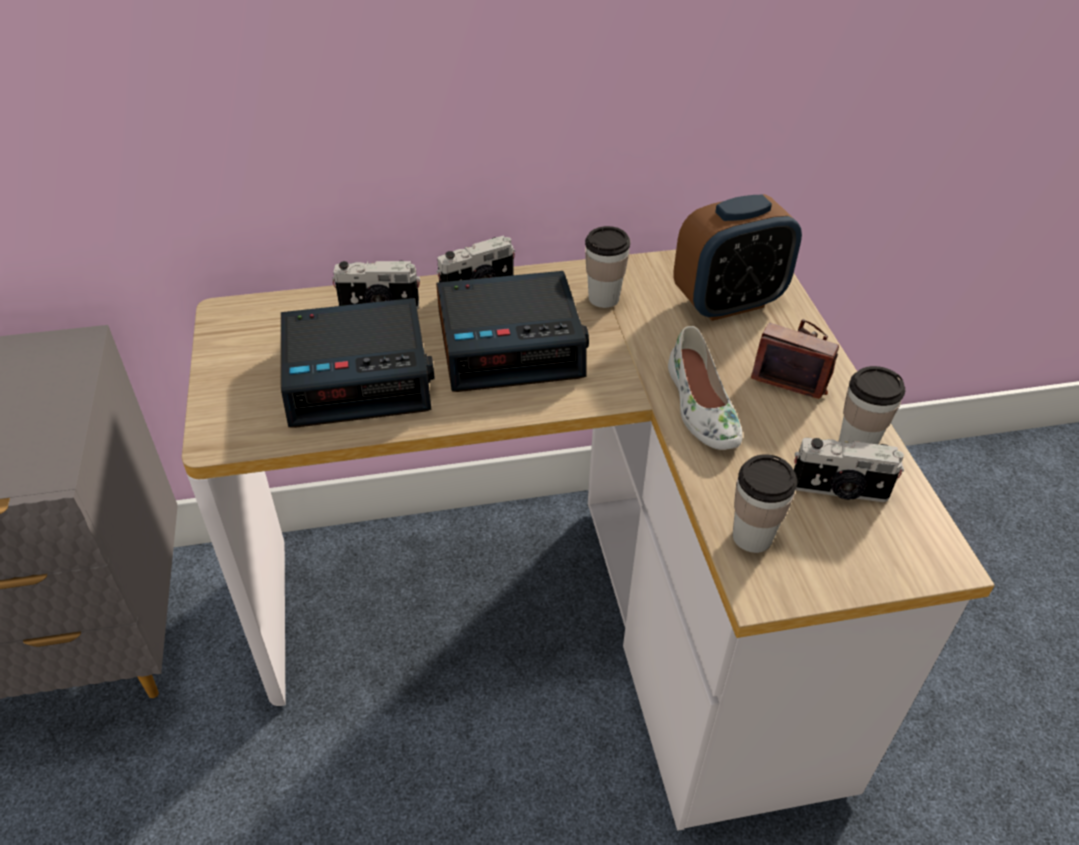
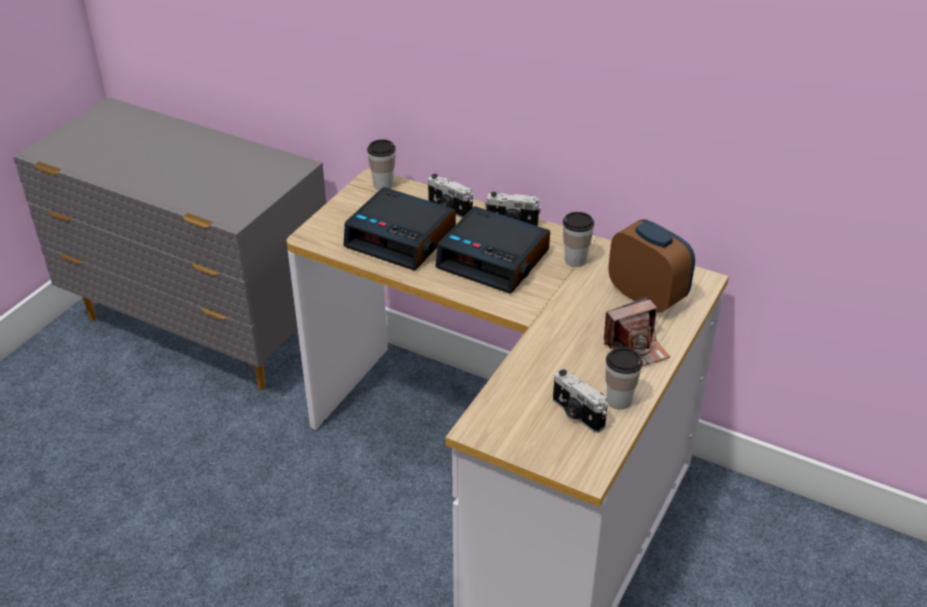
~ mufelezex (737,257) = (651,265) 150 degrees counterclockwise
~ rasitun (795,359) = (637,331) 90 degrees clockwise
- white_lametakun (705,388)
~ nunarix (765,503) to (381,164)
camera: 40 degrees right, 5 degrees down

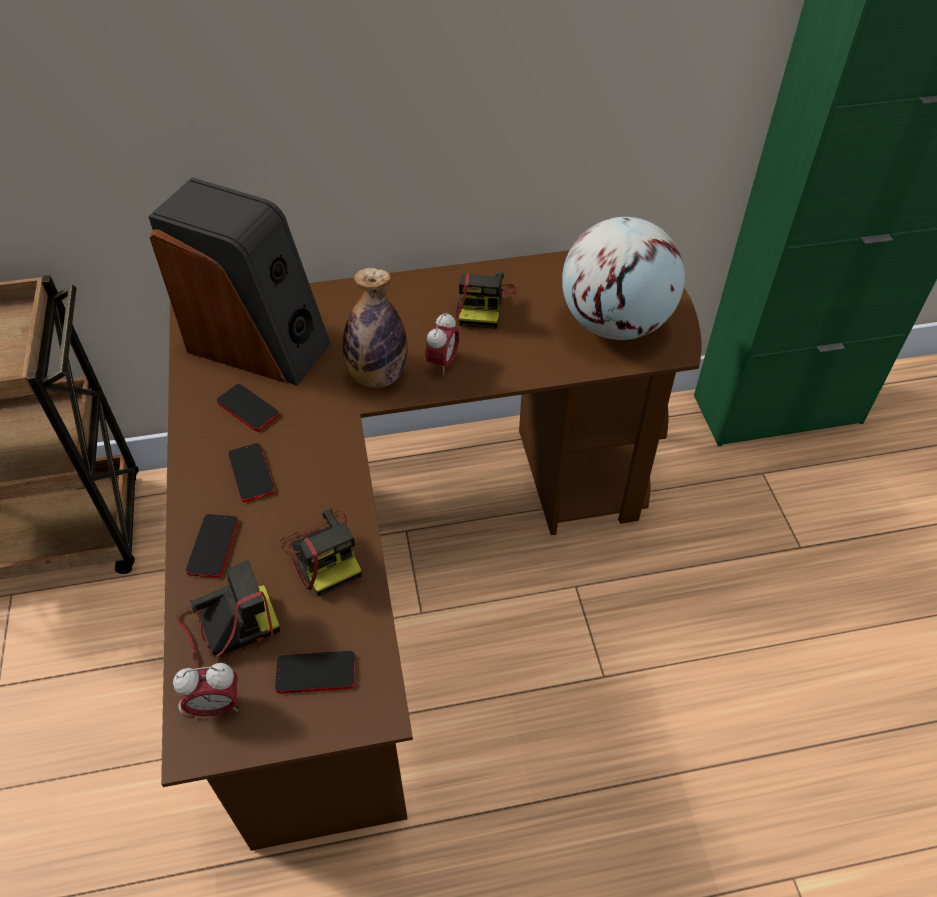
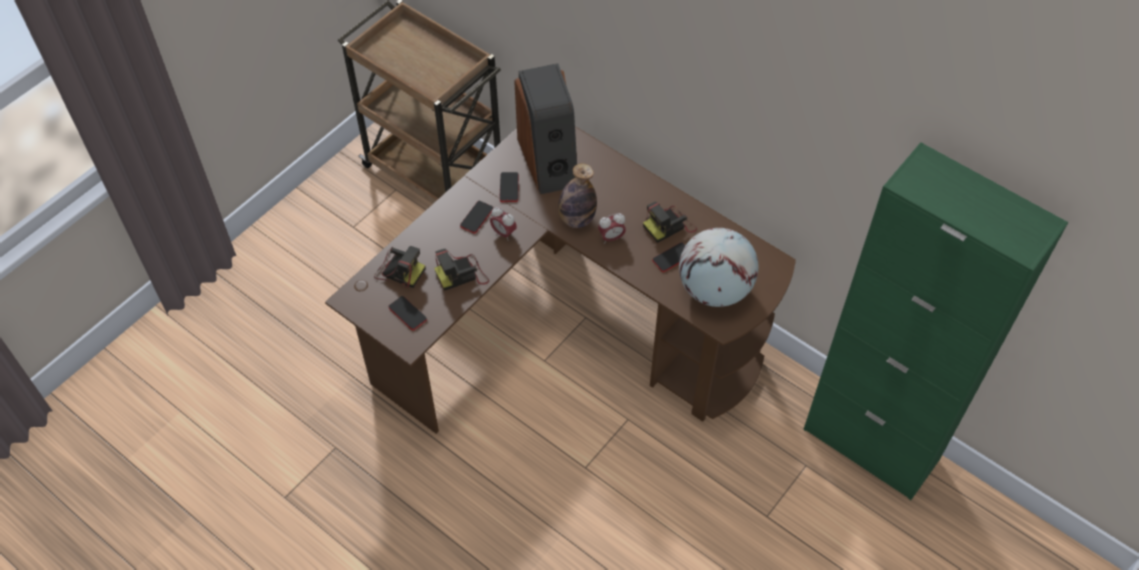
~ rasitun (320,552) = (461,270) 45 degrees clockwise
~ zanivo (212,546) to (669,257)
~ mufelezex (205,690) to (503,224)
camera: 50 degrees right, 5 degrees up

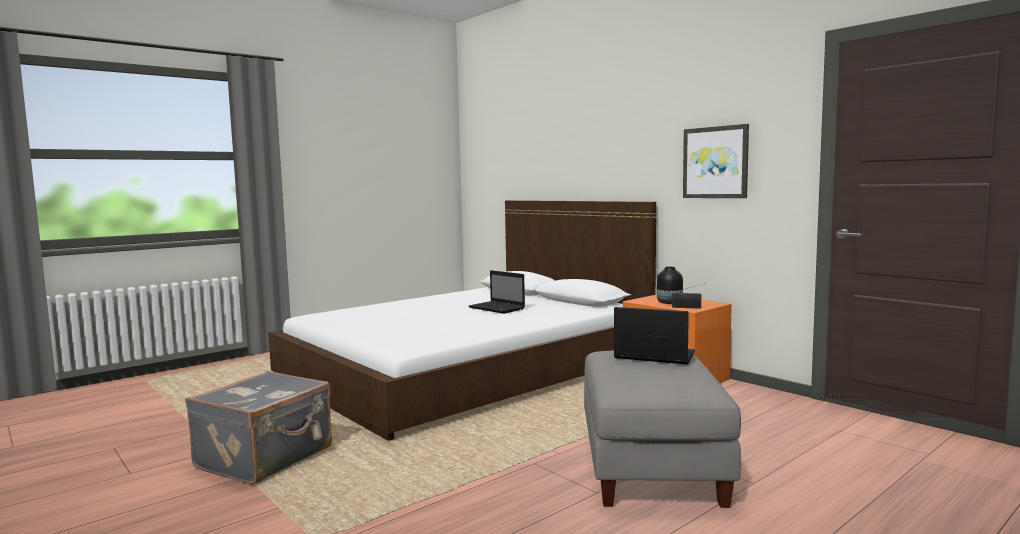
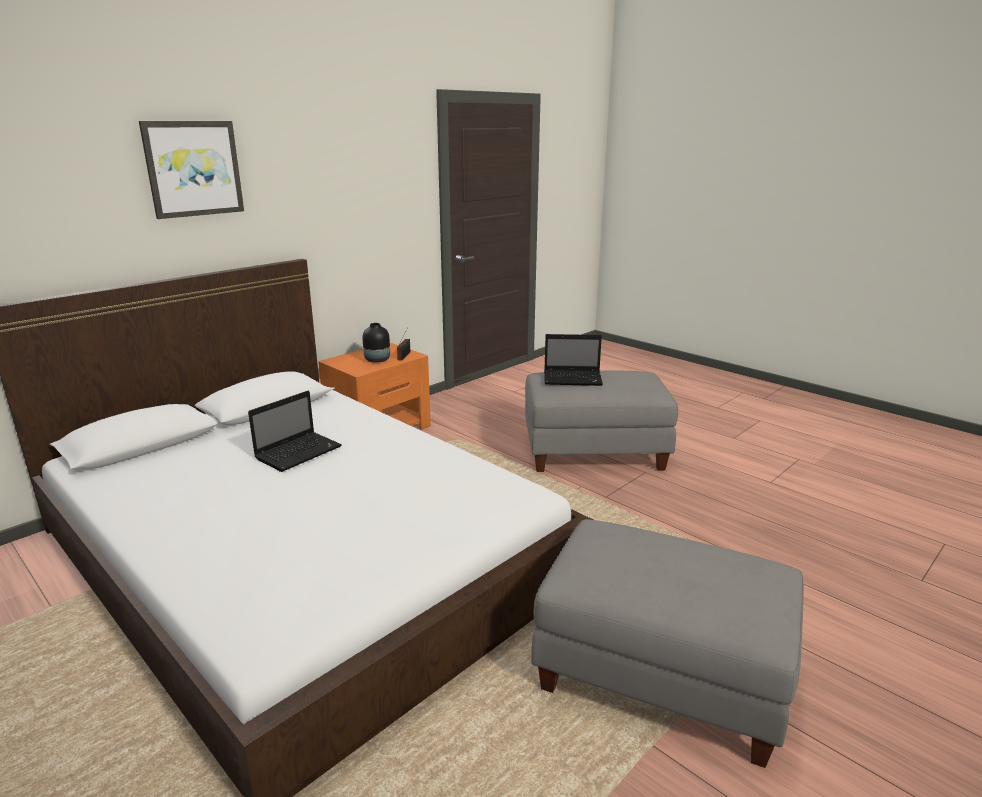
~ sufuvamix (716,161) to (191,170)
~ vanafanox (654,336) = (573,360) 105 degrees counterclockwise
~ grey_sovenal (258,428) to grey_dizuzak (667,643)
camera: 95 degrees left, 15 degrees up

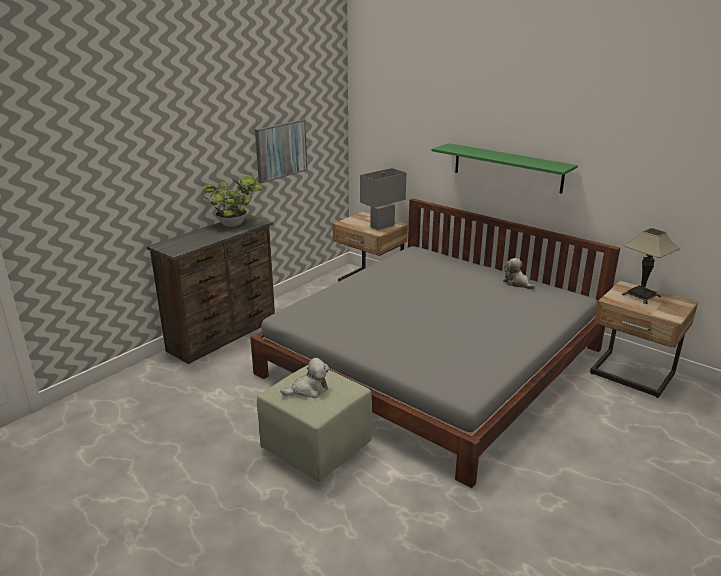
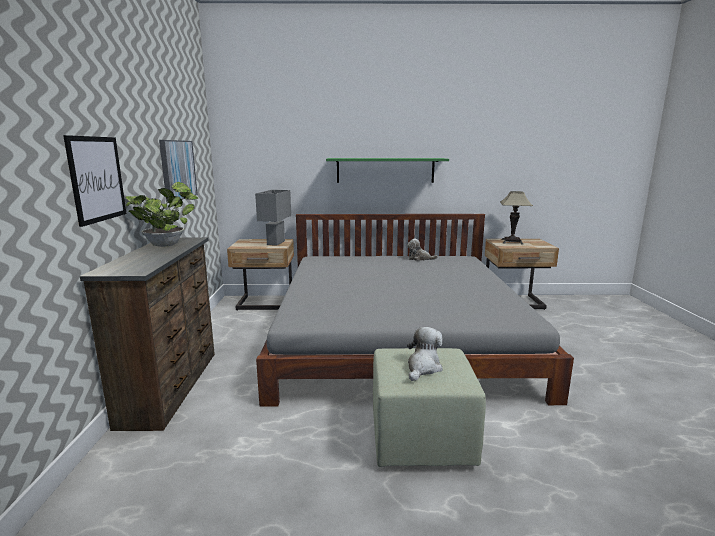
+ sufuvamix (95,181)
camera: 40 degrees left, 10 degrees down

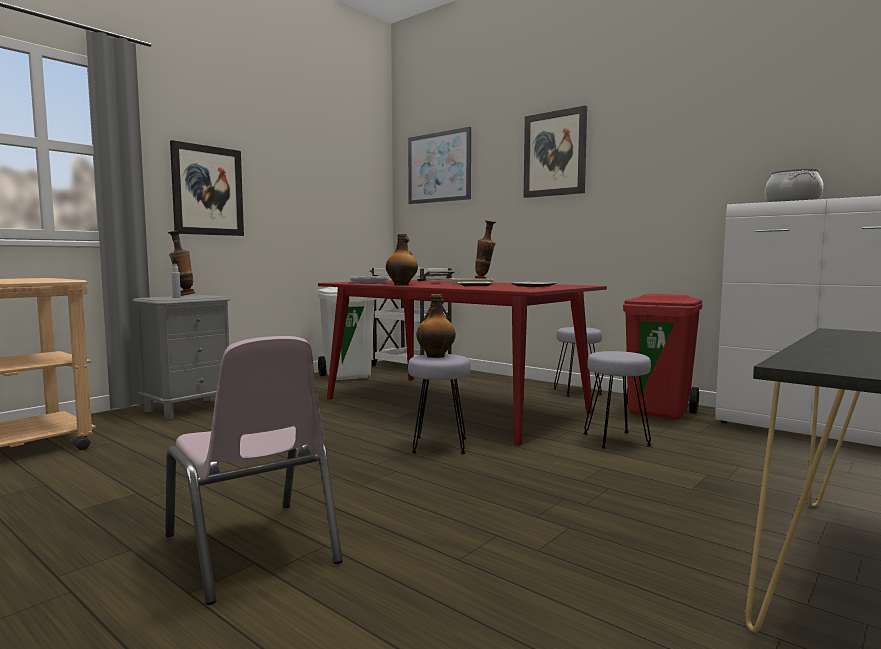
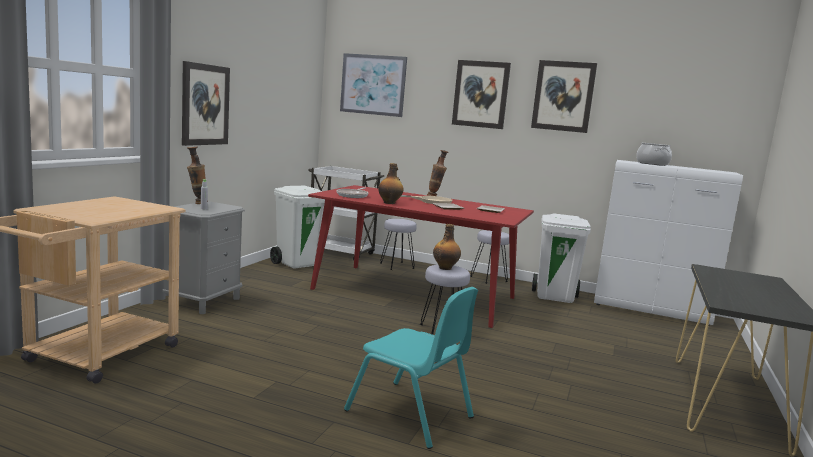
~ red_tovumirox (663,357) to white_tovumirox (561,258)
~ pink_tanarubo (254,470) to turquoise_tanarubo (411,368)
~ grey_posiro (617,400) to (398,244)
+ sufuvamix (564,96)
camera: 20 degrees left, 5 degrees up

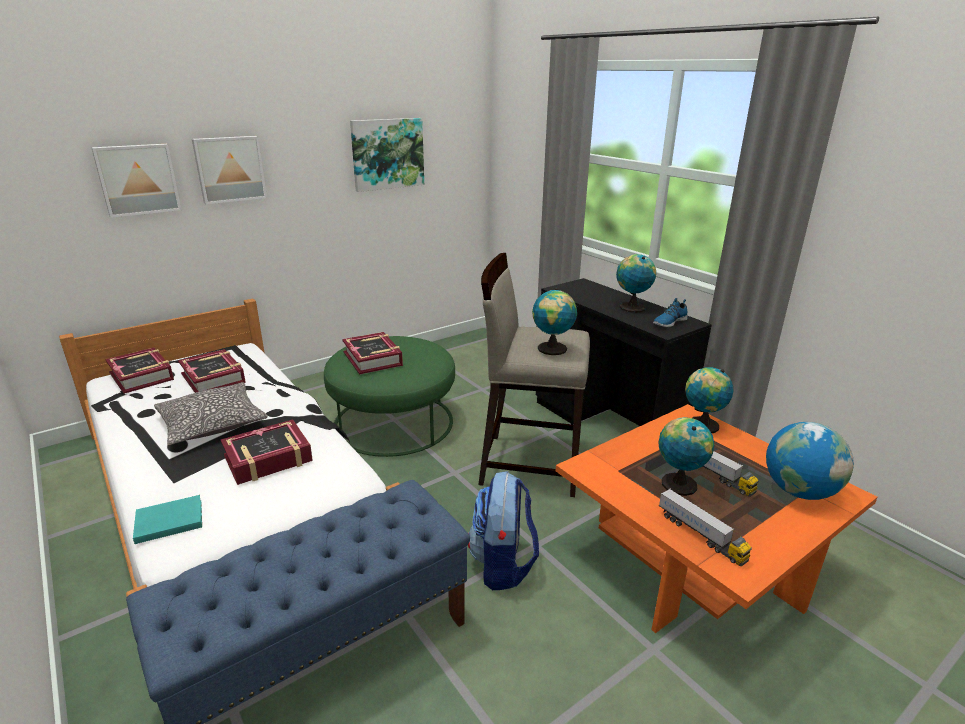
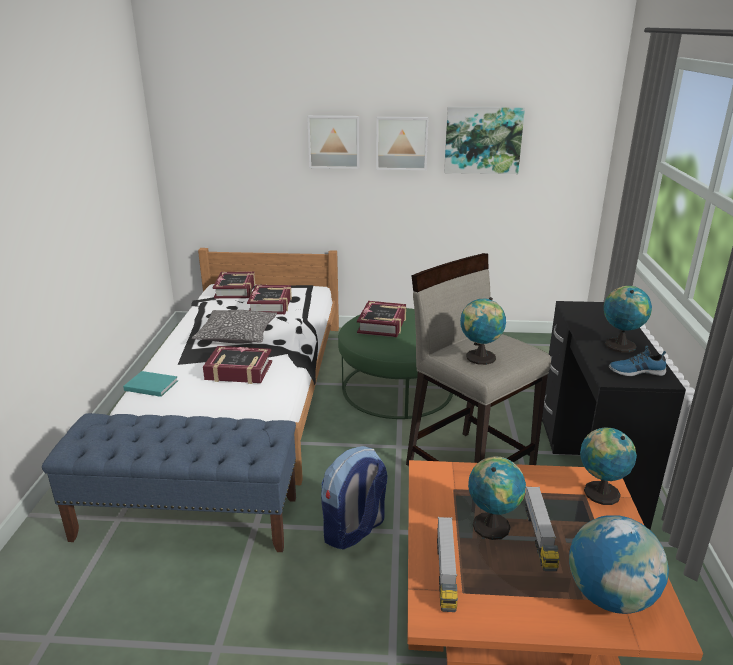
~ sufuvamix (136,181) to (402,143)
camera: 40 degrees right, 0 degrees up

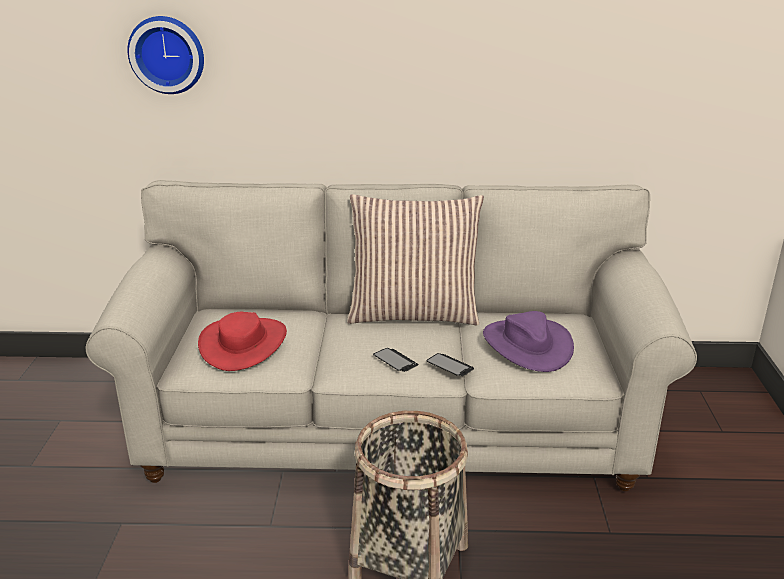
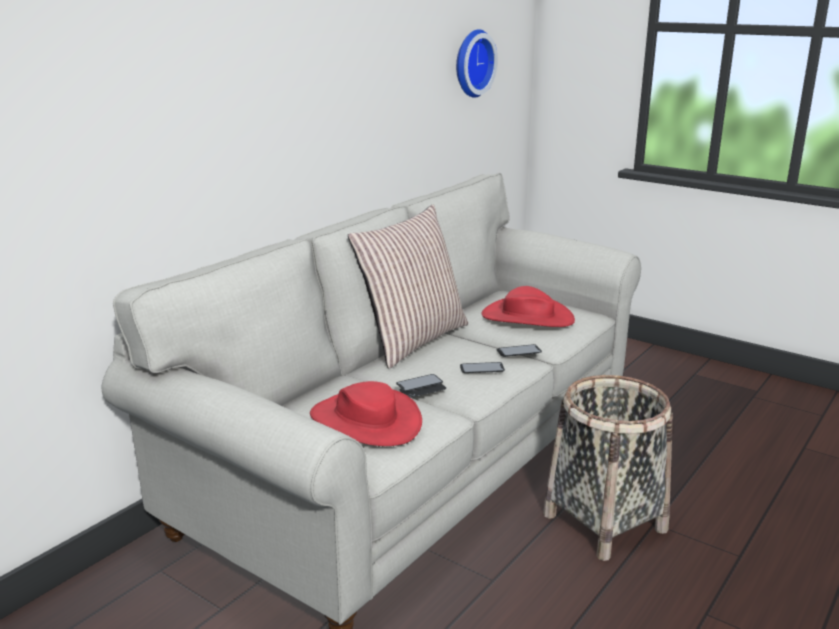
~ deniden (166,55) to (477,63)
~ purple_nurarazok (528,341) to red_nurarazok (528,306)
+ zanivo (421,386)
camera: 55 degrees left, 5 degrees down

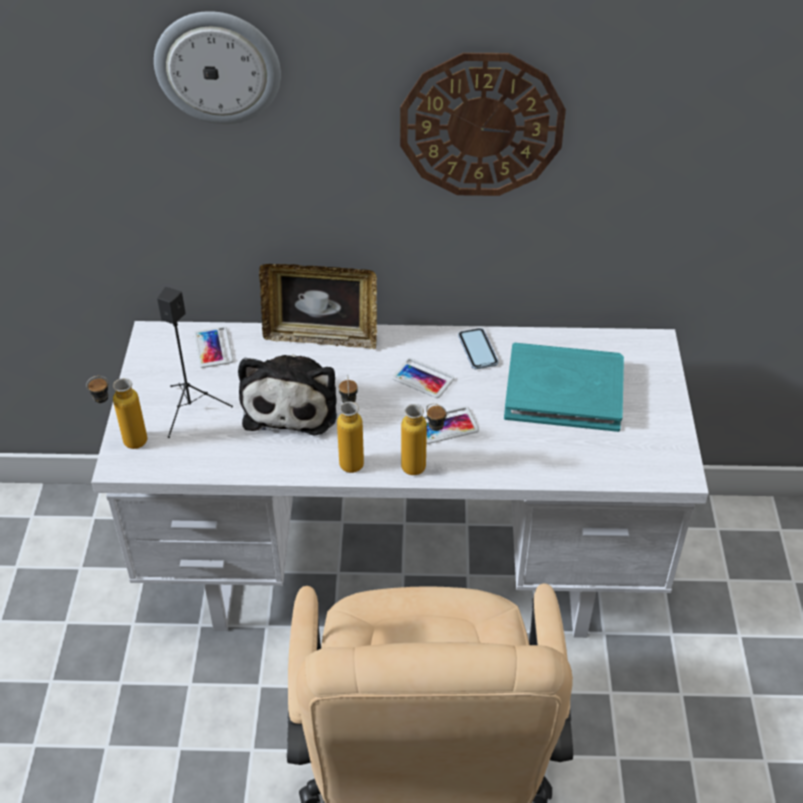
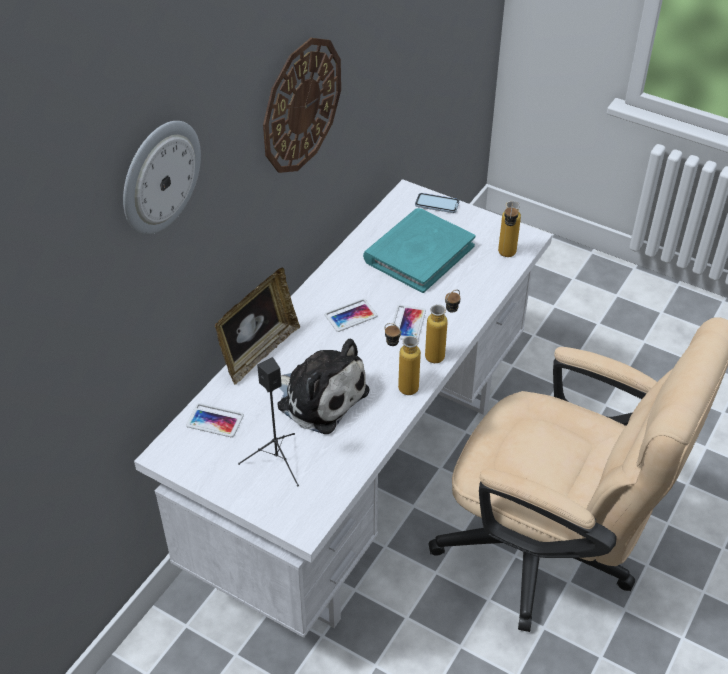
~ zanivo (478,348) to (437,203)
~ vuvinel (116,412) to (509,229)
camera: 60 degrees left, 0 degrees up

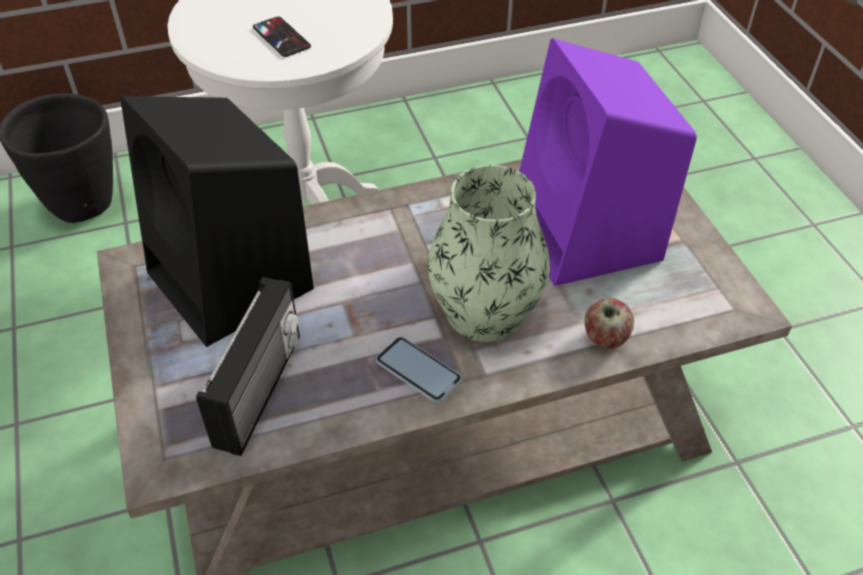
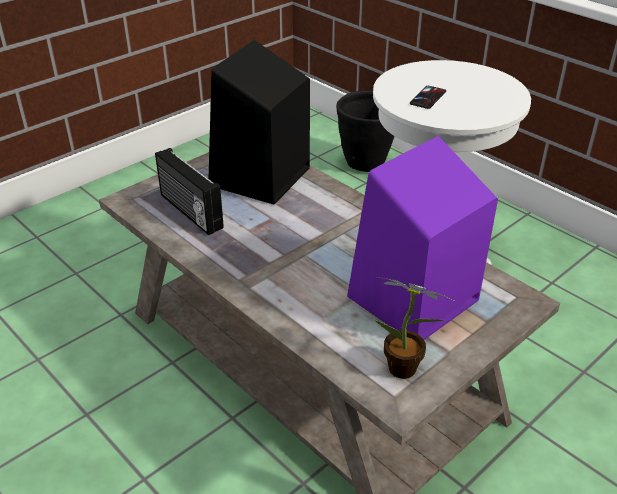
- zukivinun (488,253)
~ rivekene (248,366) = (189,191) 60 degrees clockwise
- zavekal (609,323)
- zanivo (419,370)
+ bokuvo (414,328)
camera: 65 degrees right, 10 degrees down

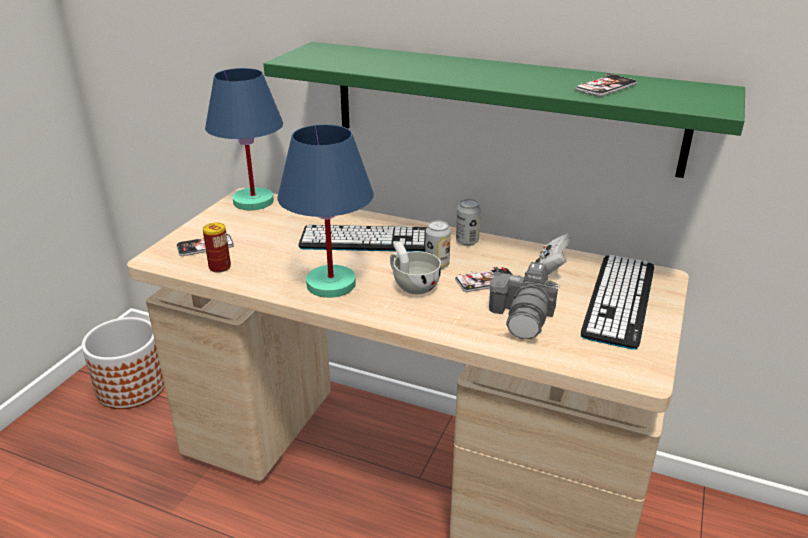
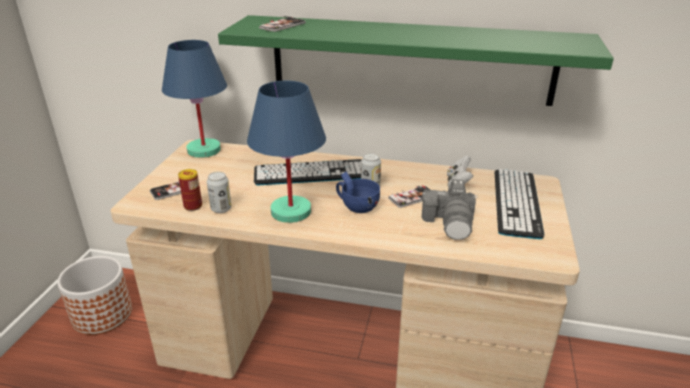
~ zanivo (606,85) to (282,24)
~ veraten (468,222) to (219,192)
~ white_nunarix (415,267) to blue_nunarix (358,192)
camera: 10 degrees left, 0 degrees up

